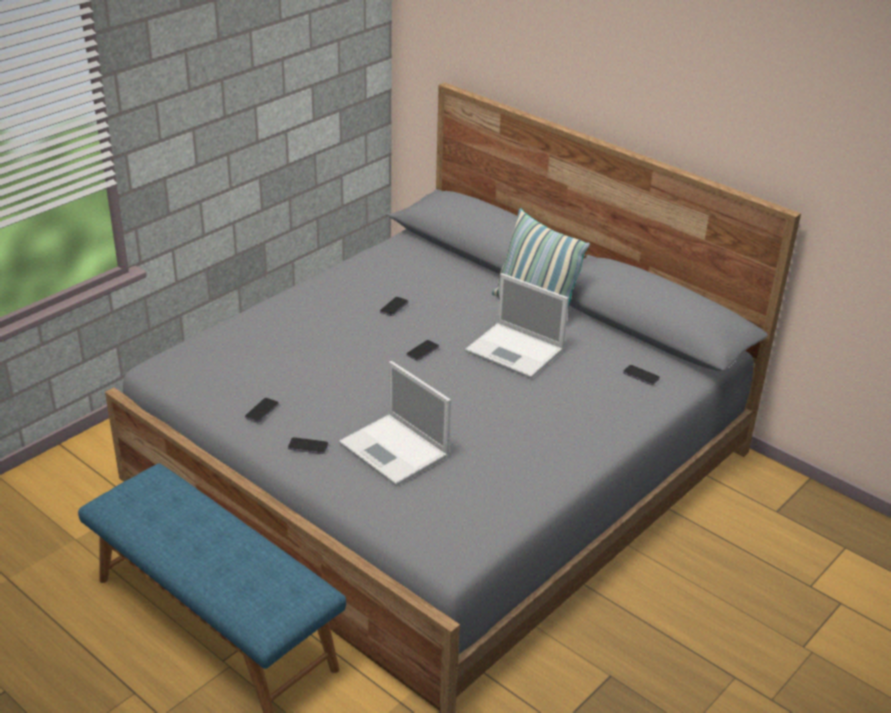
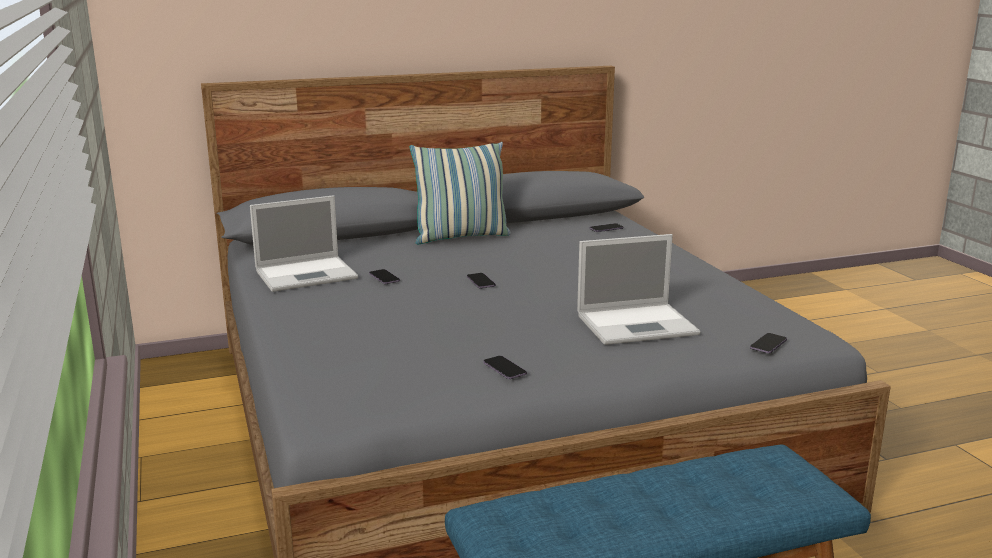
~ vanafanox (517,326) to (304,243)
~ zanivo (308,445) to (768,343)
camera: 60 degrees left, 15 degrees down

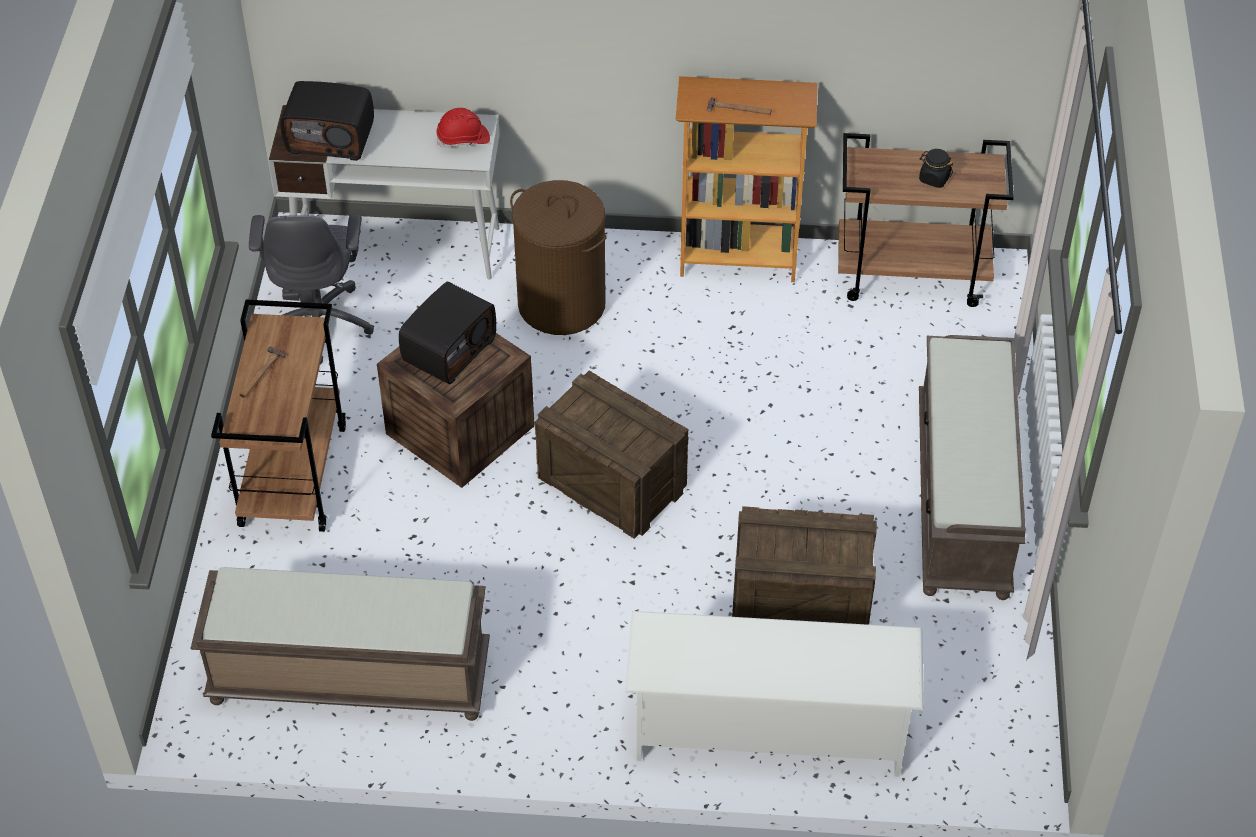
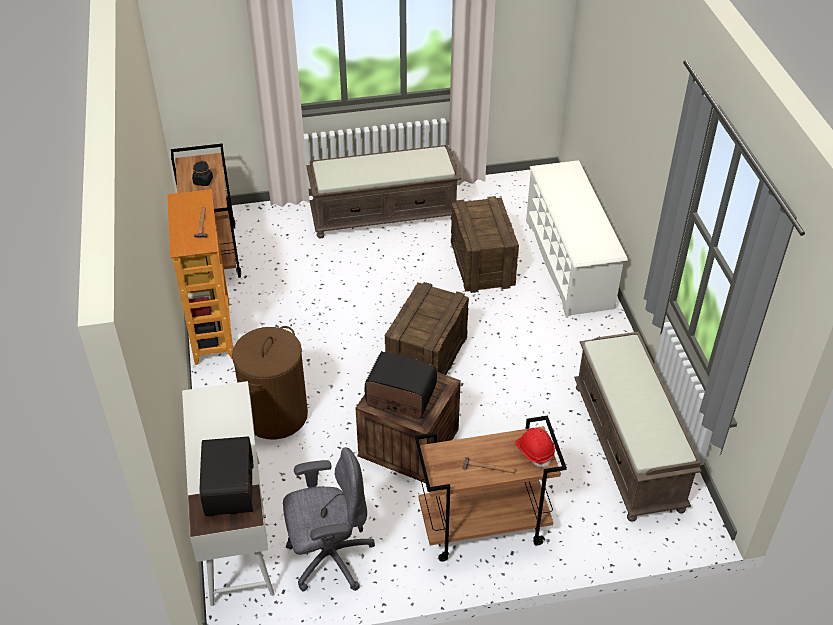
~ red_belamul (463,128) to (535,447)
camera: 105 degrees left, 5 degrees down

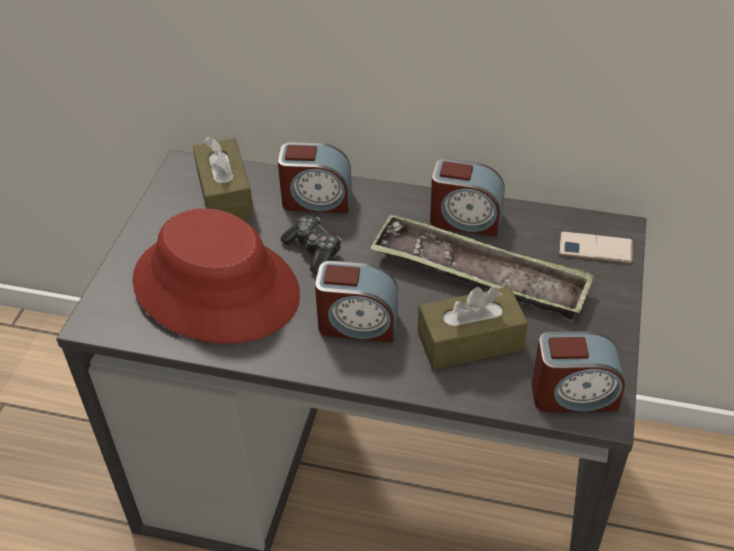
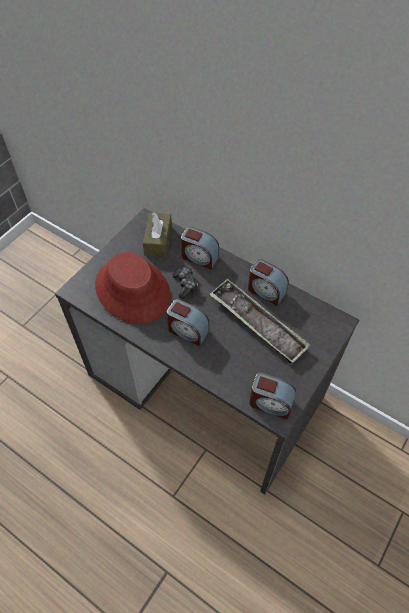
- zanivo (596,247)
- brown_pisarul (473,328)
camera: 20 degrees right, 10 degrees up

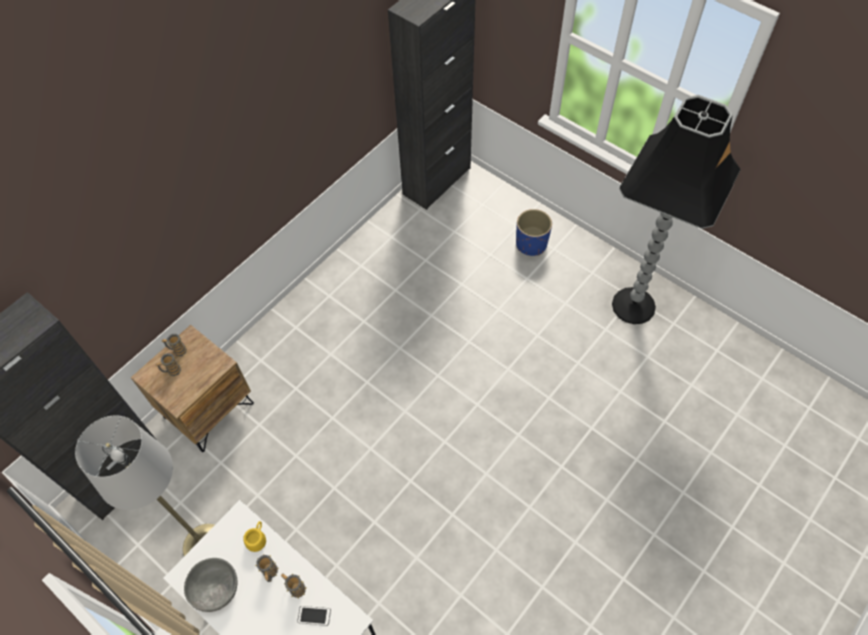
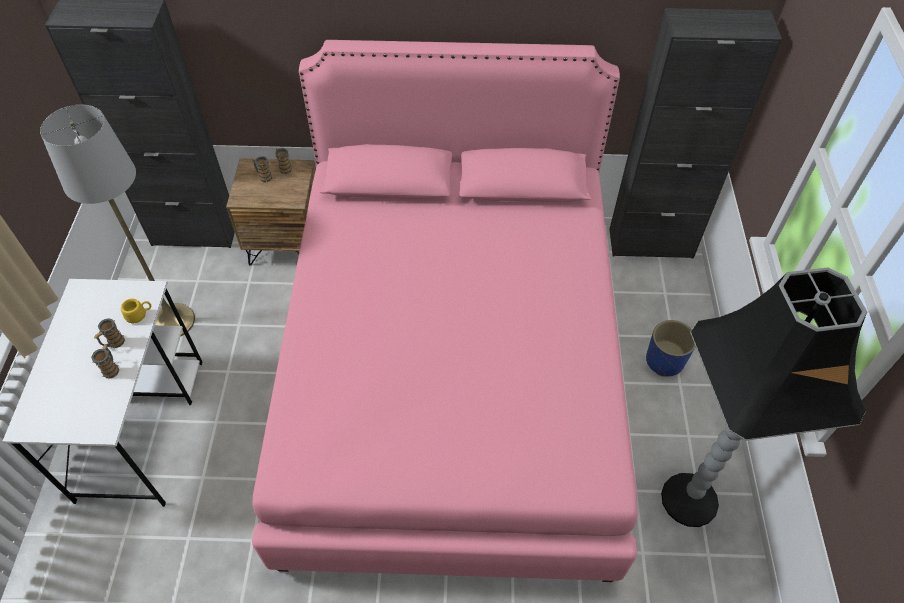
- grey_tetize (210,585)
- zanivo (314,616)
+ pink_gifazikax (445,311)
camera: 50 degrees right, 5 degrees down

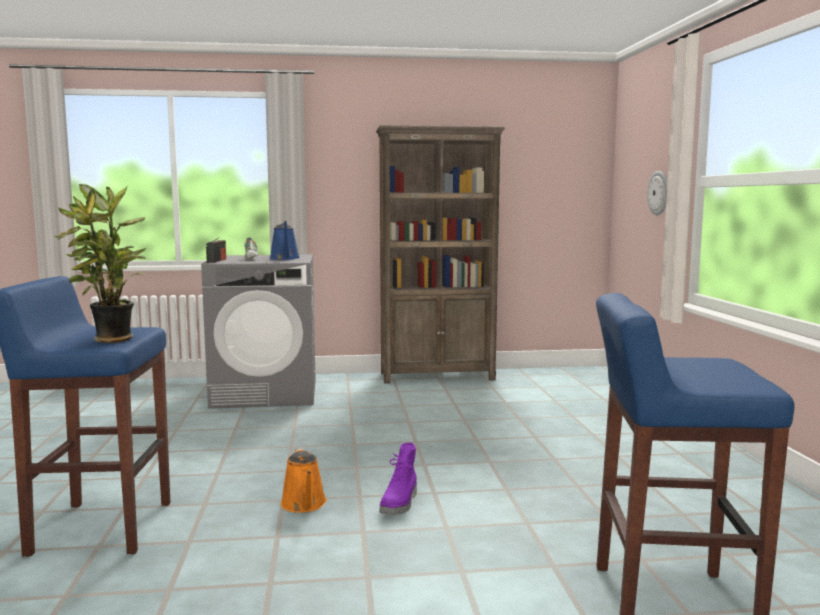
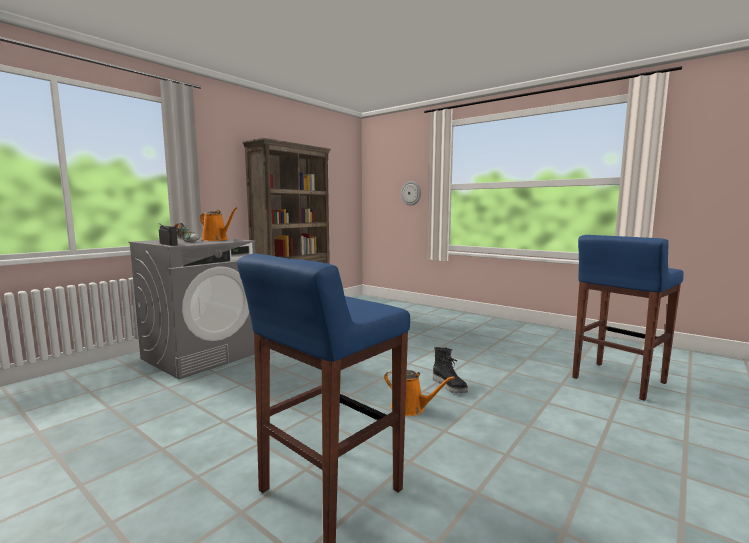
- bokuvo (99,263)
~ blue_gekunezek (285,240) to orange_gekunezek (218,224)
~ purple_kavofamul (398,478) to black_kavofamul (450,370)
camera: 45 degrees left, 0 degrees up

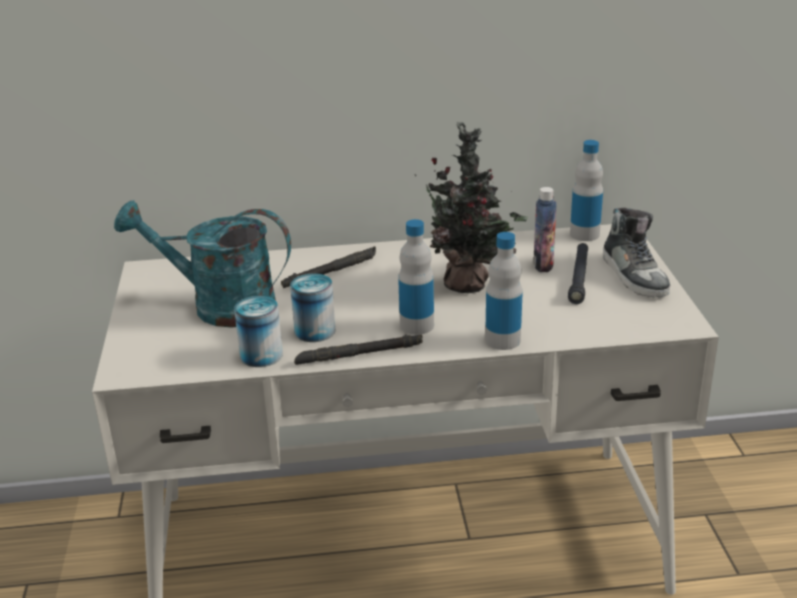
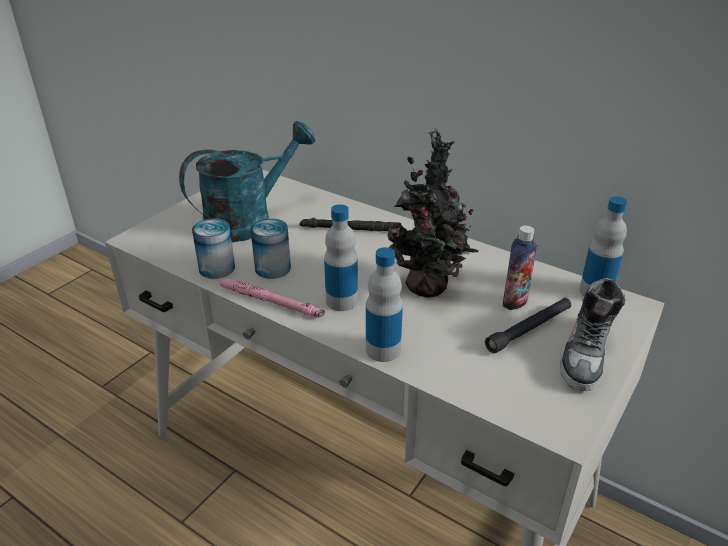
~ turquoise_gekunezek (202,264) = (247,181) 90 degrees clockwise
~ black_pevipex (358,349) to pink_pevipex (272,298)
camera: 40 degrees right, 5 degrees up

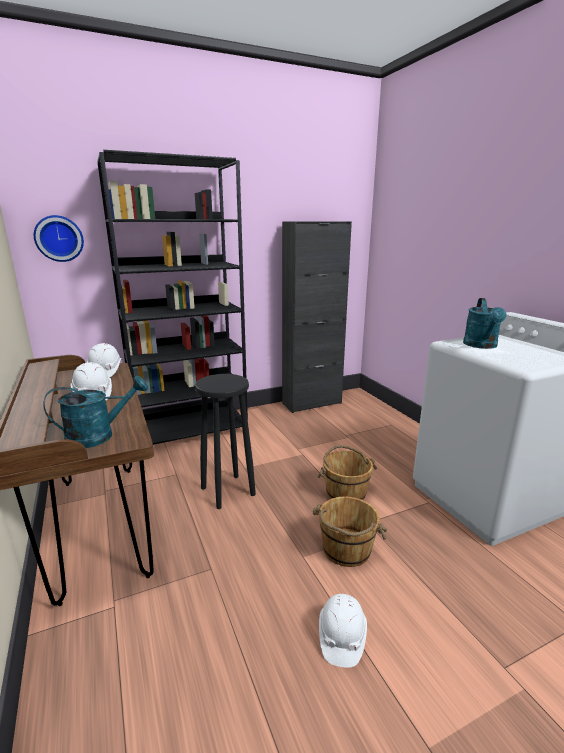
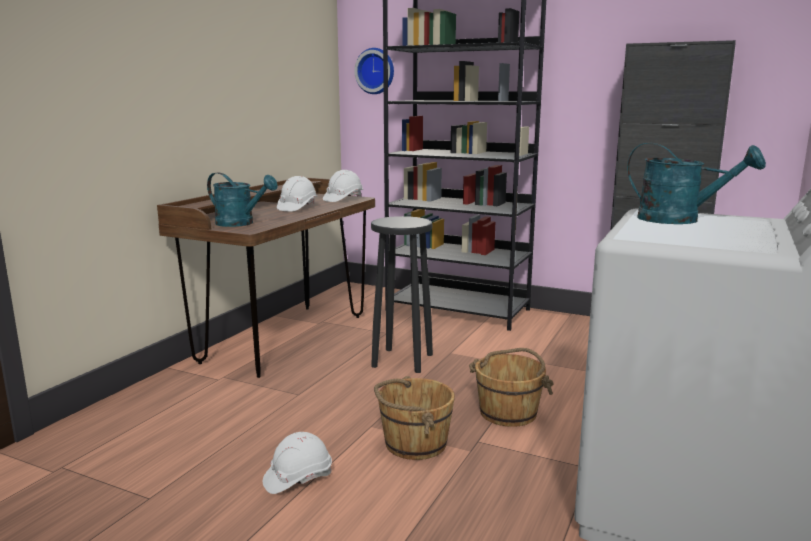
~ turquoise_gekunezek (484,323) = (696,183) 120 degrees counterclockwise
camera: 50 degrees right, 5 degrees down

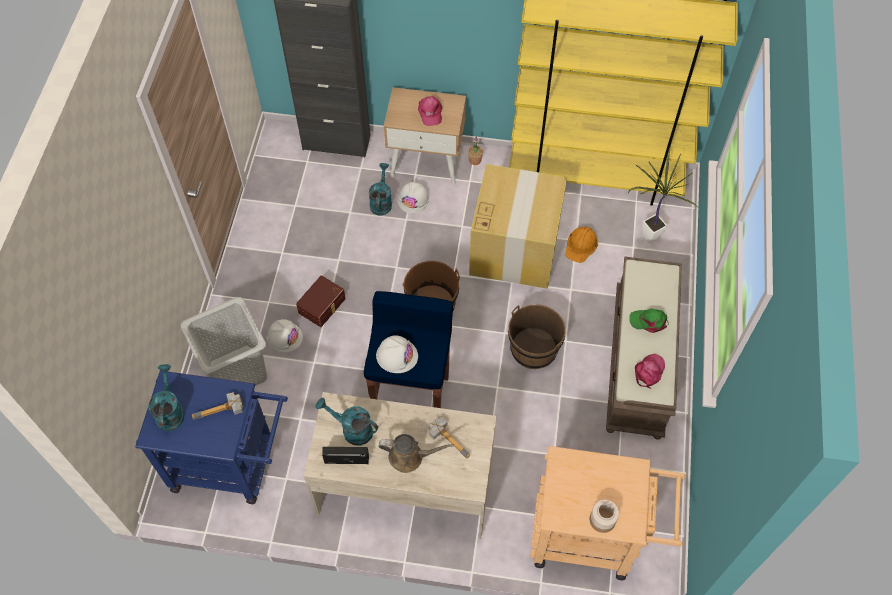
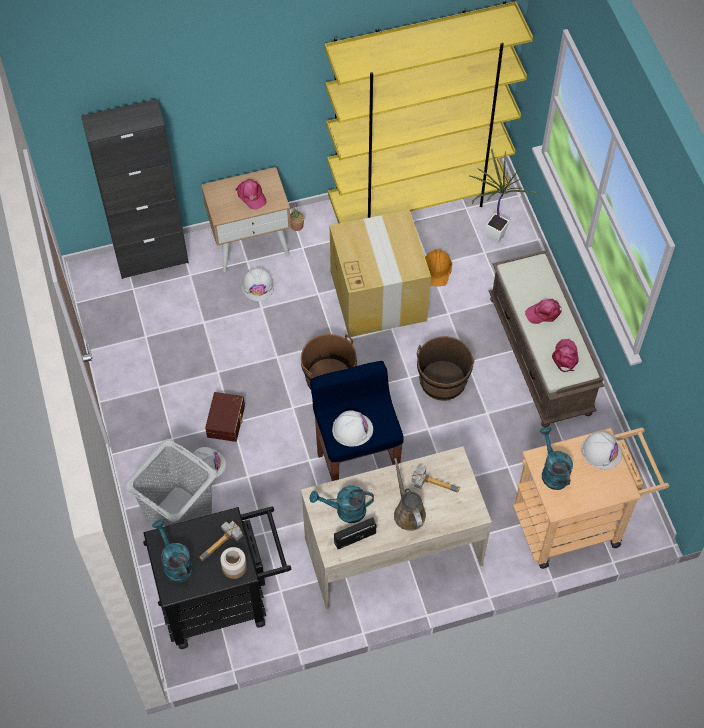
~ turquoise_gekunezek (380,189) to (556,458)
~ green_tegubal (649,321) to pink_tegubal (543,311)
~ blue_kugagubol (211,437) to black_kugagubol (217,578)
~ brown_gekunezek (416,453) = (410,494) 90 degrees counterclockwise
~ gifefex (604,516) to (233,563)
+ white_belamul (601,450)
camera: 25 degrees left, 0 degrees up

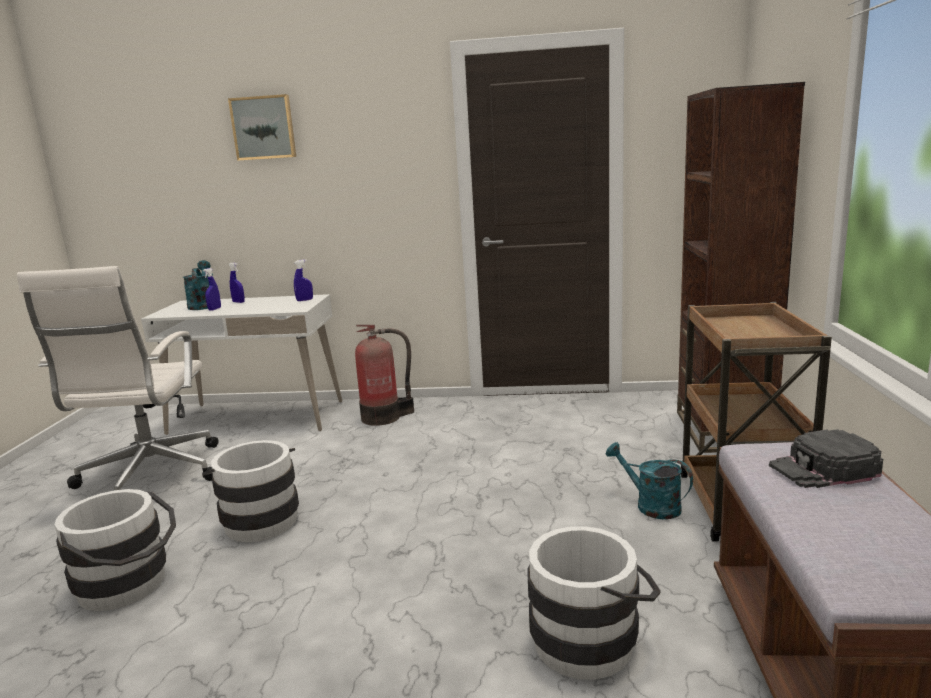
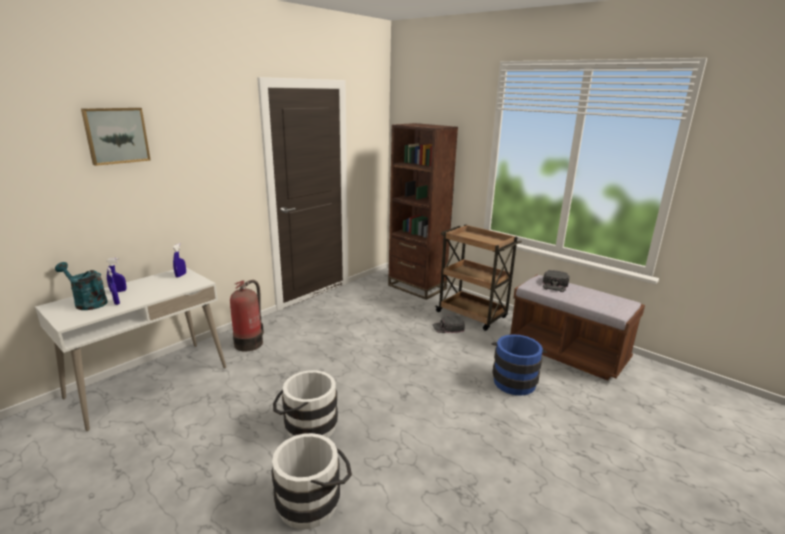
- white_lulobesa (118,378)
~ turquoise_gekunezek (649,480) to black_tegubal (448,324)
~ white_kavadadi (594,603) to blue_kavadadi (519,365)
camera: 55 degrees left, 5 degrees up

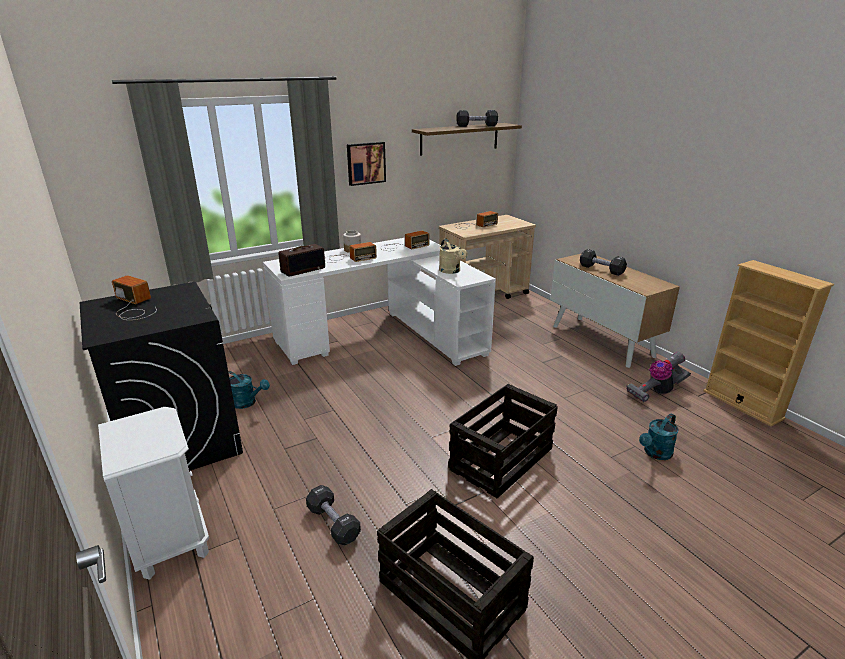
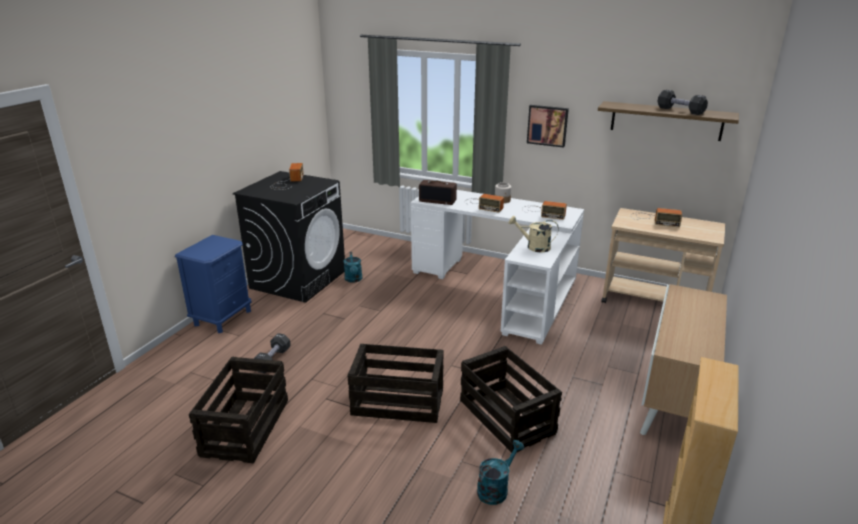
~ beige_gekunezek (453,256) = (534,234) 75 degrees clockwise
- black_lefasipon (603,262)
- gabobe (658,377)
~ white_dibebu (153,493) to blue_dibebu (213,284)
~ turquoise_gekunezek (659,436) = (500,472) 120 degrees clockwise
+ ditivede (511,399)
camera: 55 degrees right, 0 degrees up

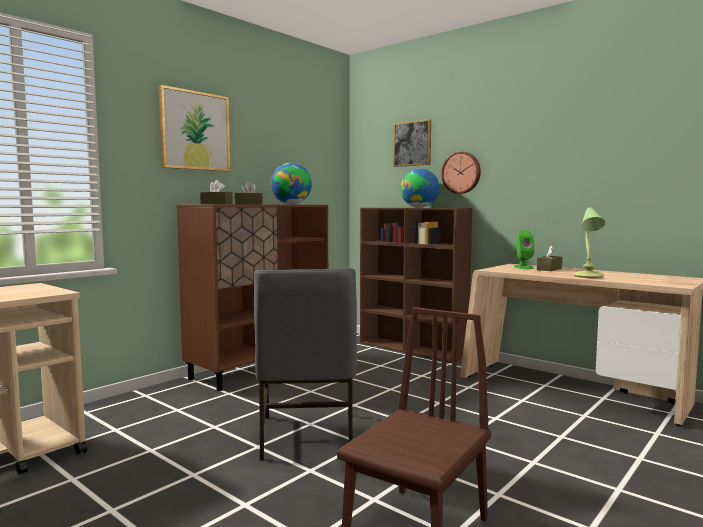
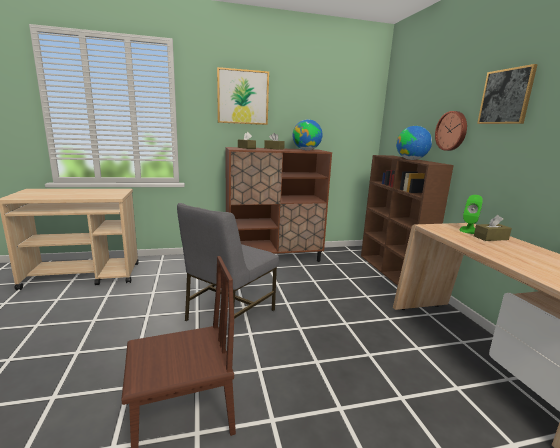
~ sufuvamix (412,143) to (507,94)
- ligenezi (589,243)
camera: 35 degrees right, 10 degrees up

